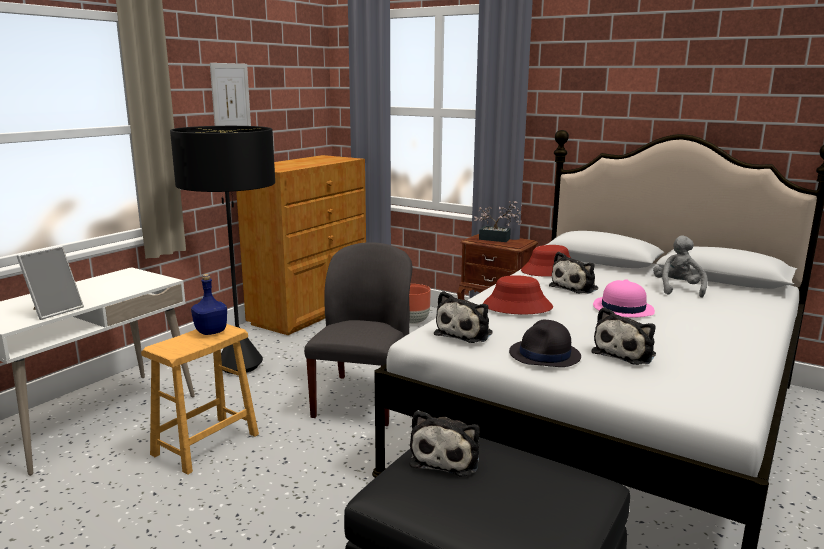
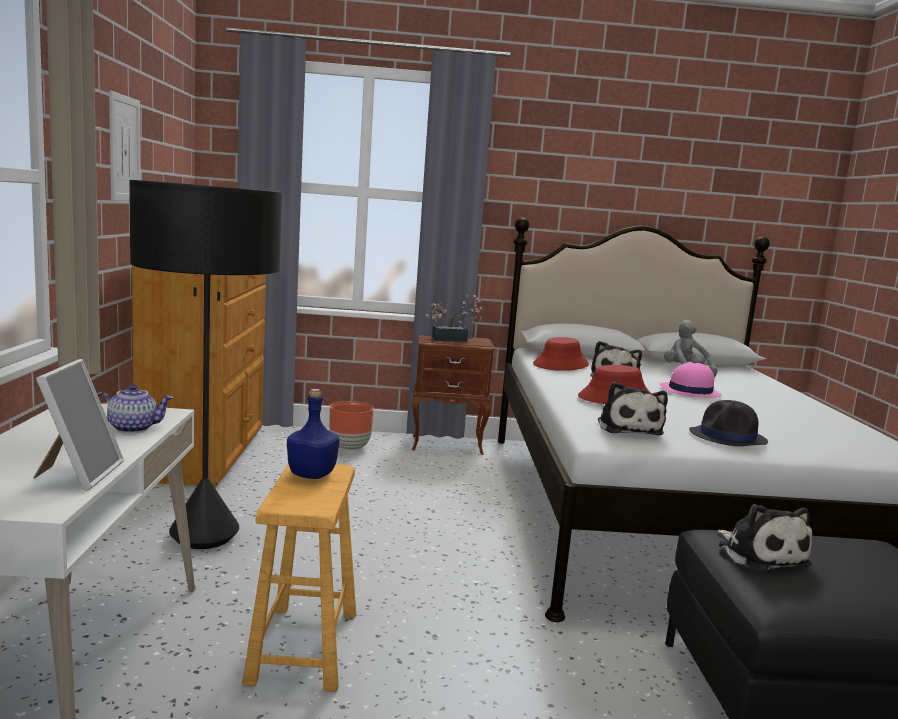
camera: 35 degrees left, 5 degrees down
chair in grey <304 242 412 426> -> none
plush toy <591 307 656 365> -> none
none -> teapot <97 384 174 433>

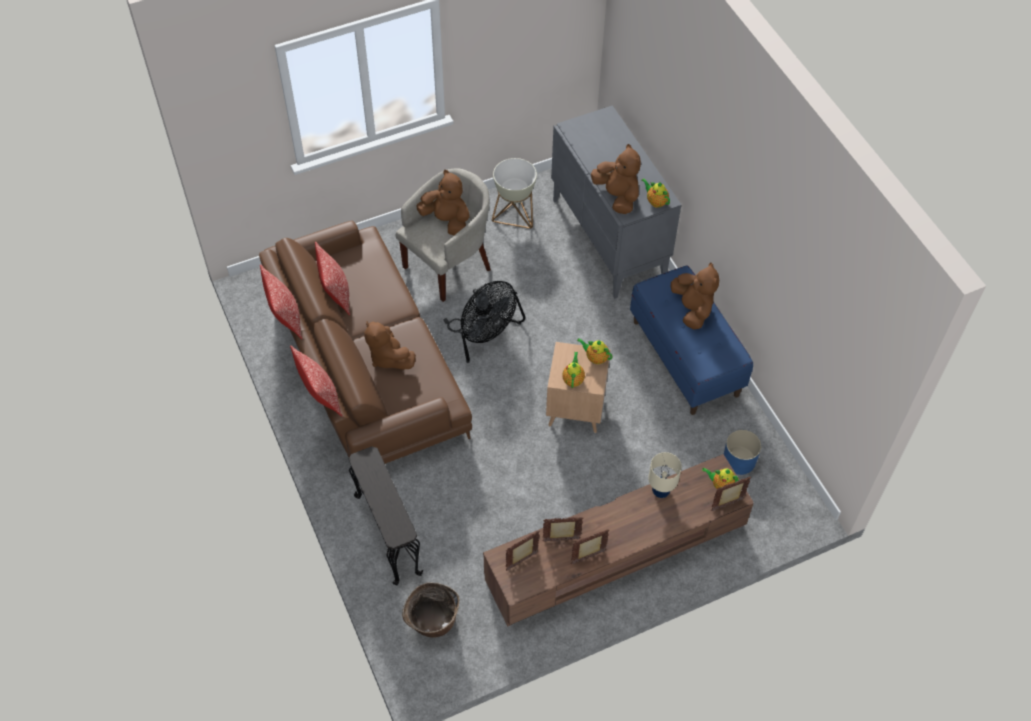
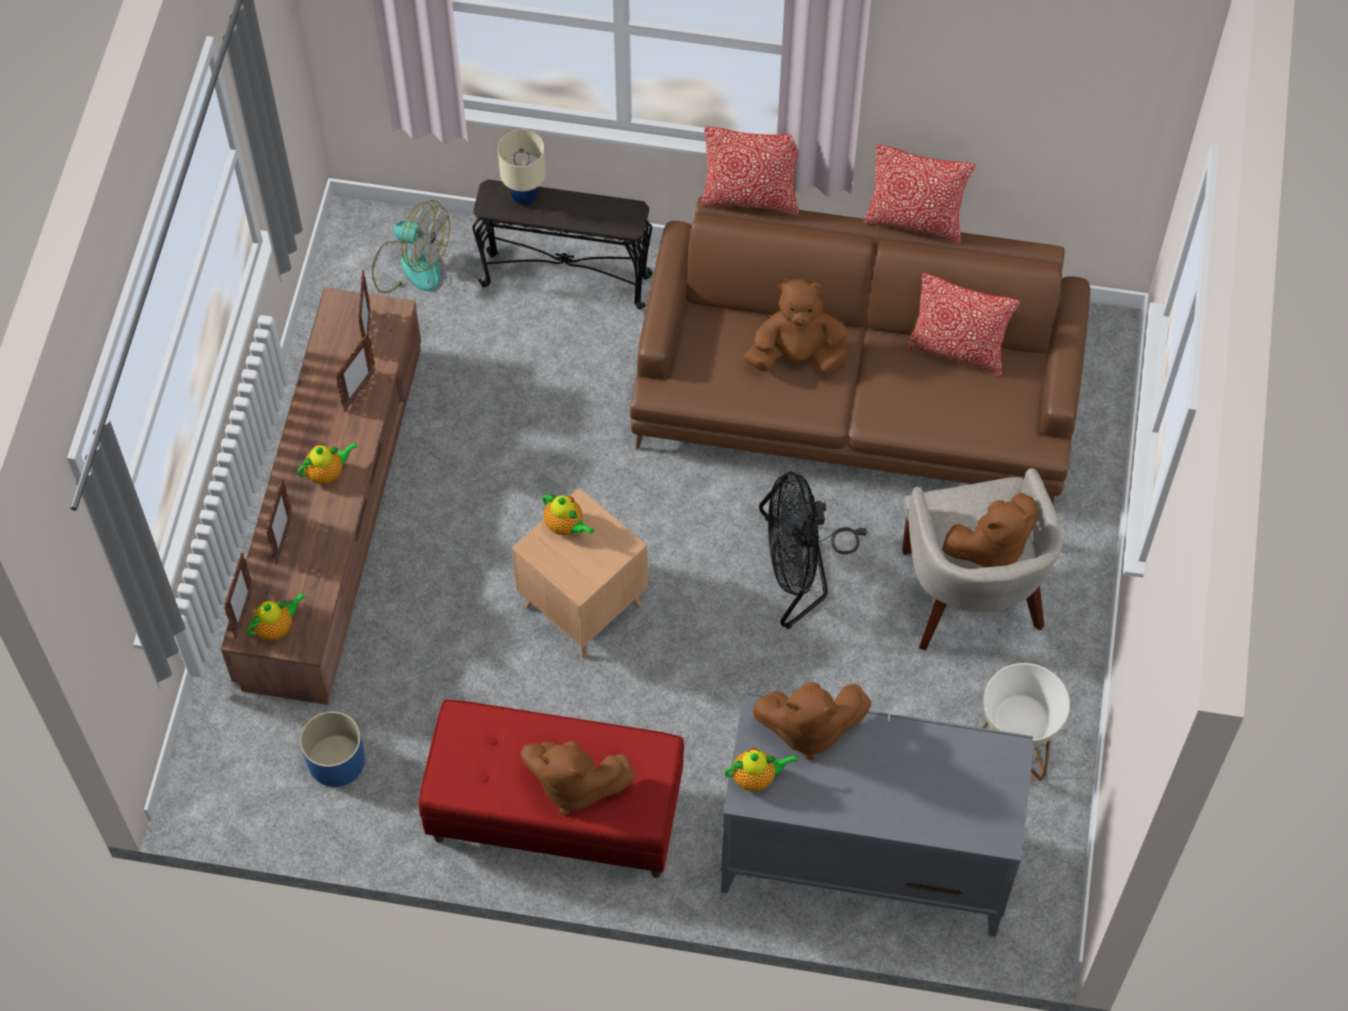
camera: 125 degrees right, 5 degrees up
bench in blue <630 265 753 415> -> bench in red <419 700 684 878>
teapot <577 338 612 364> -> teapot <297 442 358 484>, move
table lamp in beige <648 452 682 498> -> table lamp in beige <498 129 546 205>, move
picture frame <571 529 609 564> -> picture frame <266 478 293 564>, move
basket <402 582 459 638> -> fan <372 200 450 293>

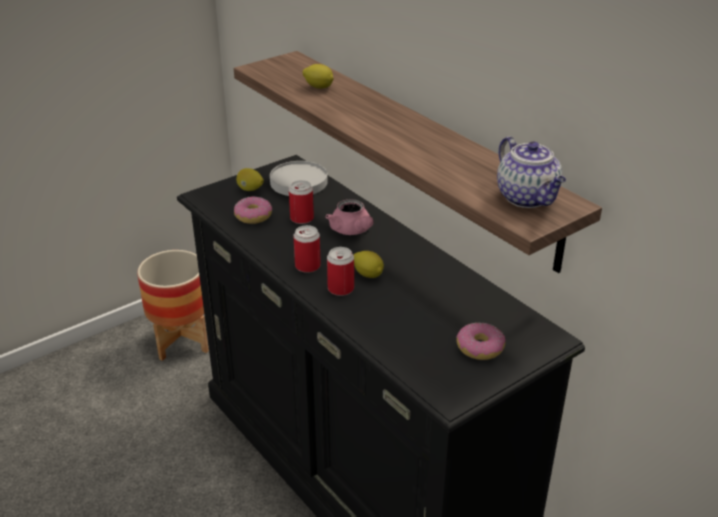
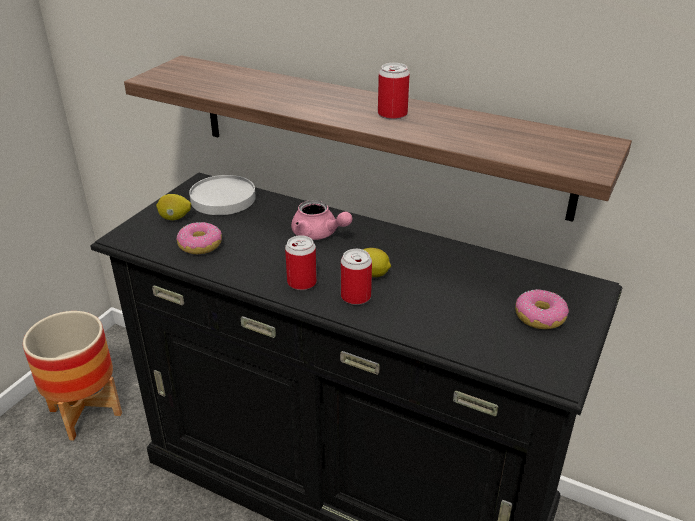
camera: 25 degrees left, 0 degrees up
lemon <303 64 334 89> -> none
teapot <497 136 566 208> -> none
can <289 180 314 224> -> can <378 63 410 120>, move

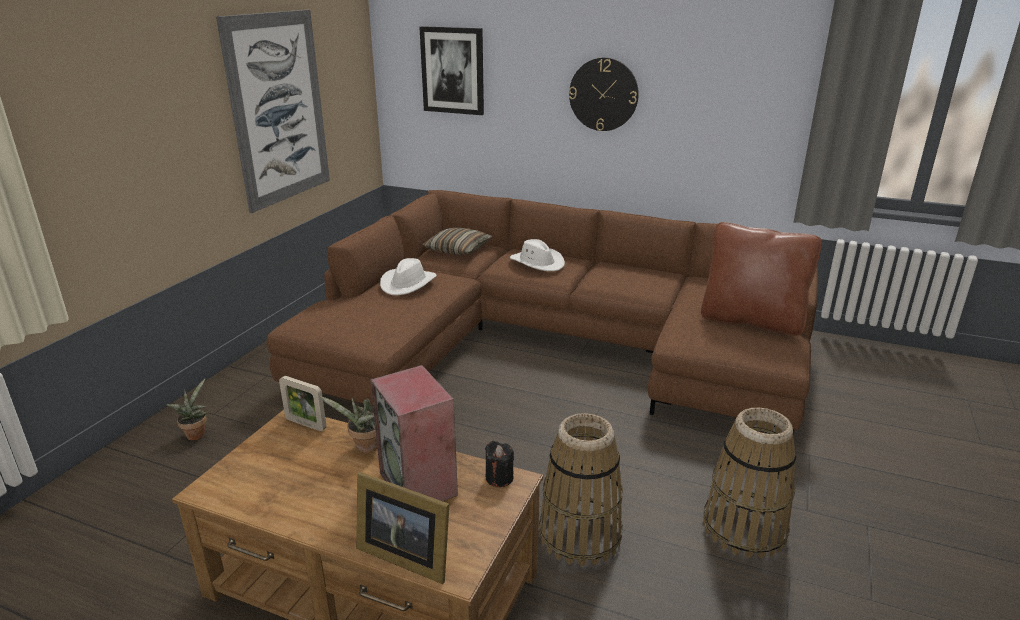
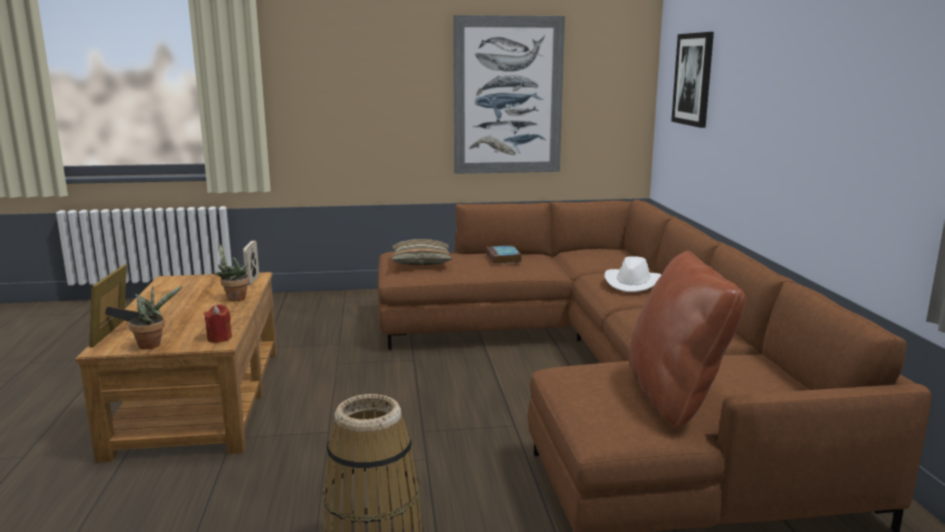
camera: 60 degrees right, 10 degrees down
wall clock <569 57 639 131> -> none
pillow <422 227 493 255> -> pillow <392 239 452 266>, move
hat in white <380 258 437 295> -> book <486 245 522 264>
speaker <370 365 458 501> -> none
potted plant <166 379 208 441> -> potted plant <129 285 183 349>, move
basket <539 413 623 566> -> none
candle in black <485 441 514 487> -> candle in red <204 304 232 343>

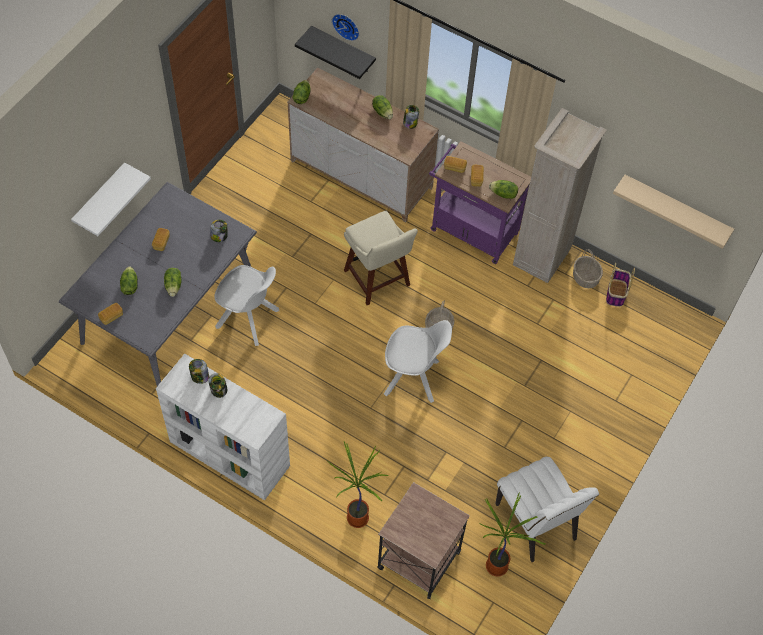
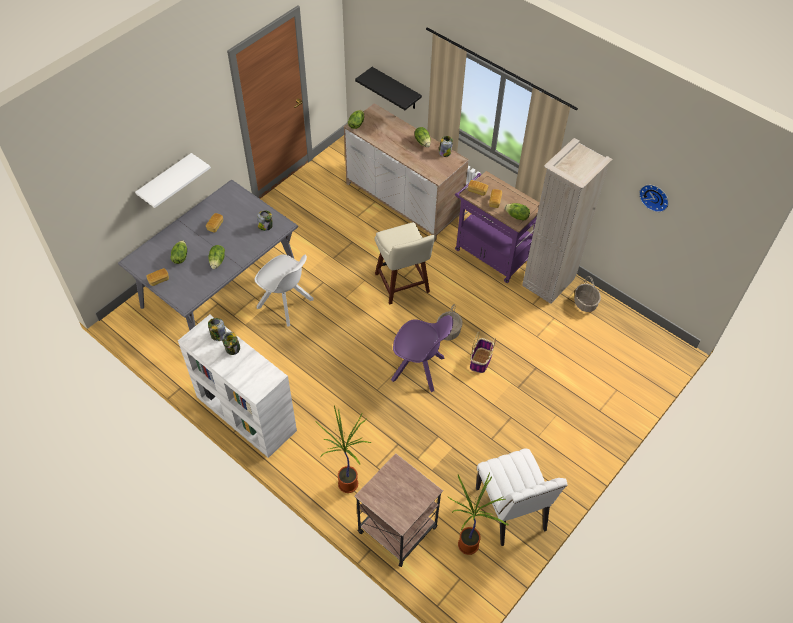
camera: 10 degrees right, 5 degrees down
wall clock <332 14 359 41> -> wall clock <639 185 669 212>, move
shelf in beige <613 175 734 249> -> none
basket <606 263 635 307> -> basket <470 332 496 373>, move
chair in white <384 320 452 403> -> chair in purple <391 315 453 392>

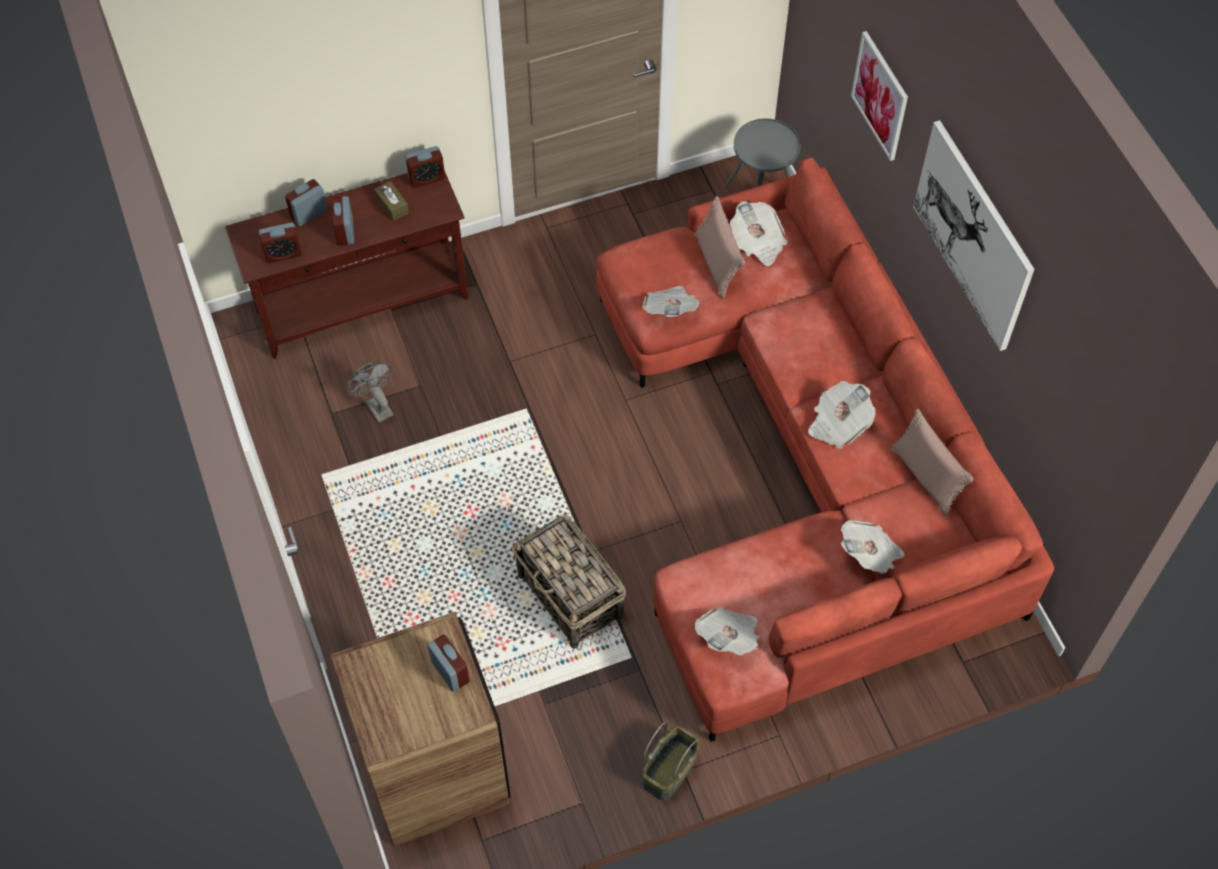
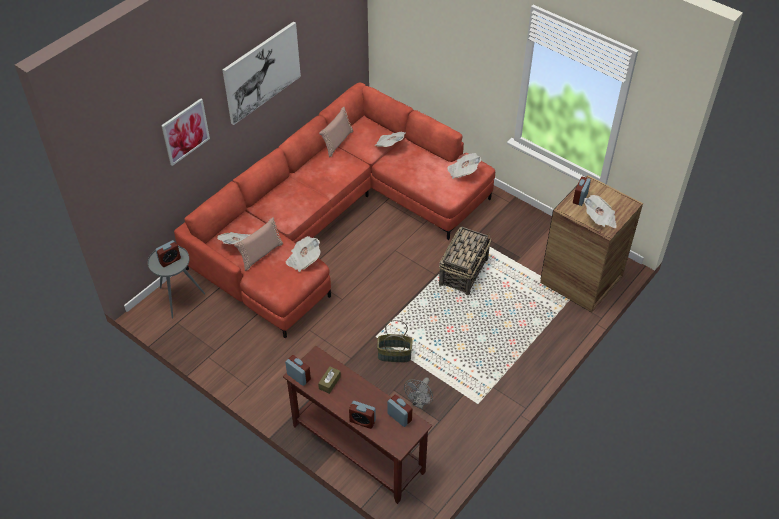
camera: 120 degrees left, 10 degrees down
alarm clock <332 196 354 245> -> alarm clock <155 240 181 267>, move
newspaper <808 381 875 449> -> newspaper <584 195 617 228>, move
basket <642 721 700 800> -> basket <377 320 412 362>, move

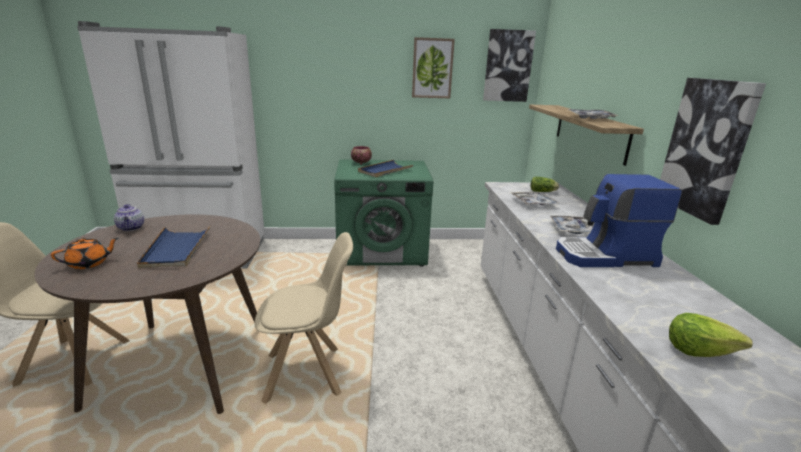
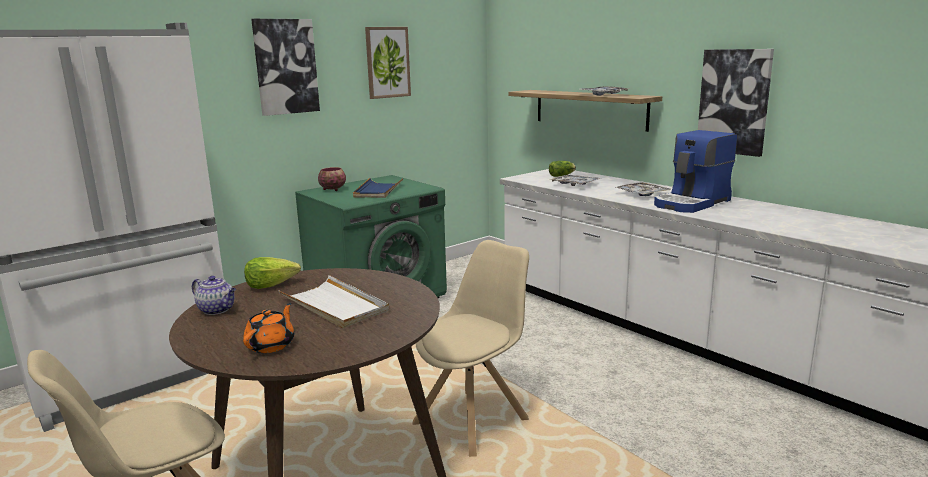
camera: 35 degrees left, 5 degrees down
picture <483 29 536 102> -> picture <251 19 320 116>, move
tray in blue <137 225 211 268> -> tray in white <279 275 389 328>
lettuce <669 313 753 357> -> lettuce <244 257 301 289>, move

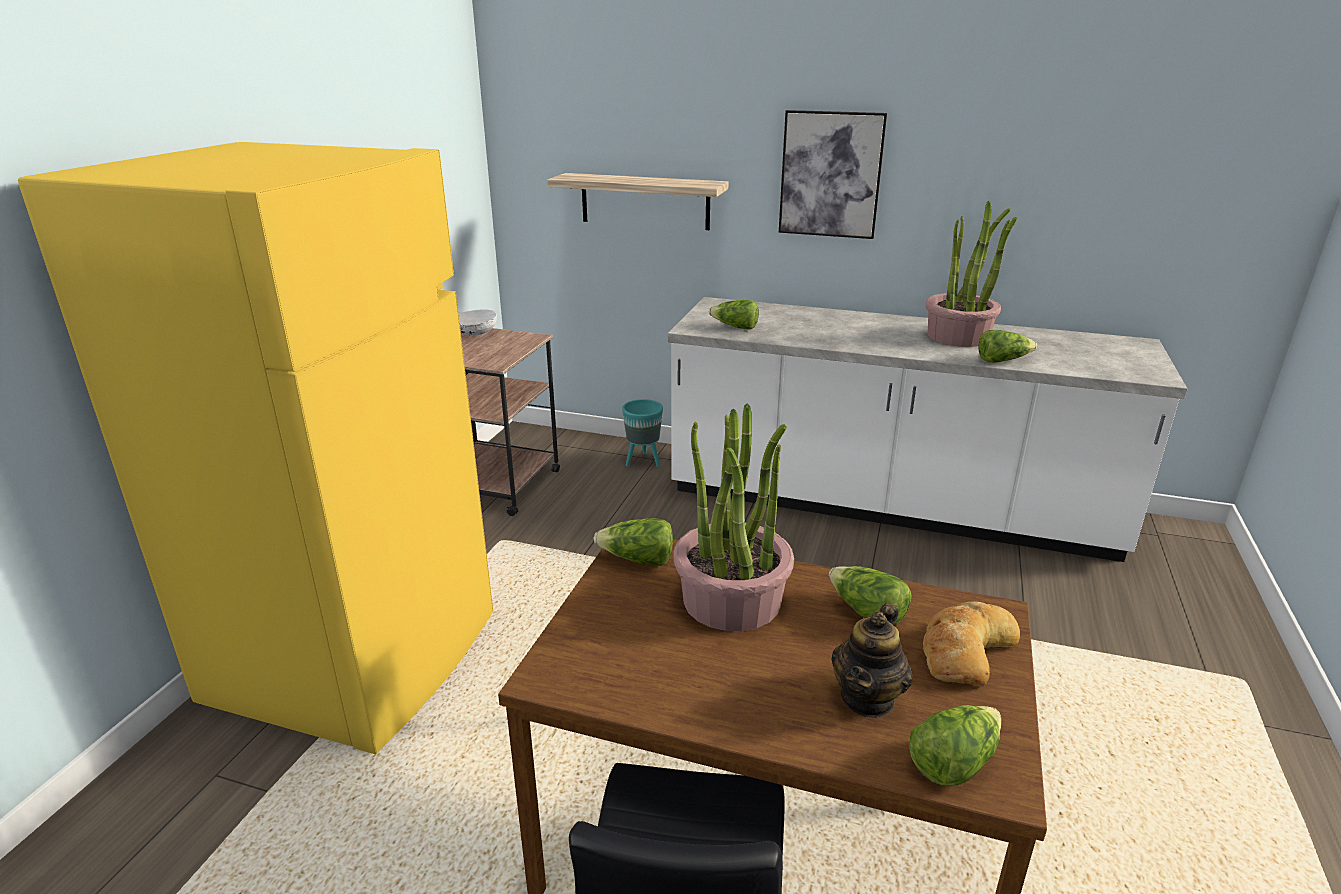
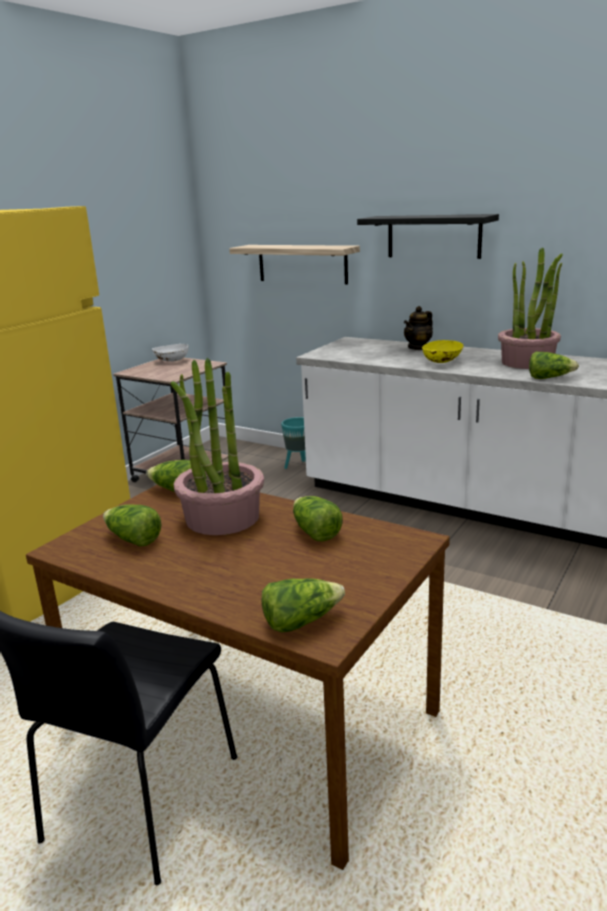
camera: 15 degrees right, 5 degrees down
picture <779 110 887 239> -> shelf in black <357 214 499 259>
lettuce <709 300 759 330> -> lettuce <103 504 162 547>, move
bread <923 602 1020 686> -> none
teapot <831 603 913 718> -> teapot <404 306 433 350>, move
none -> bowl in yellow <422 340 464 363>

